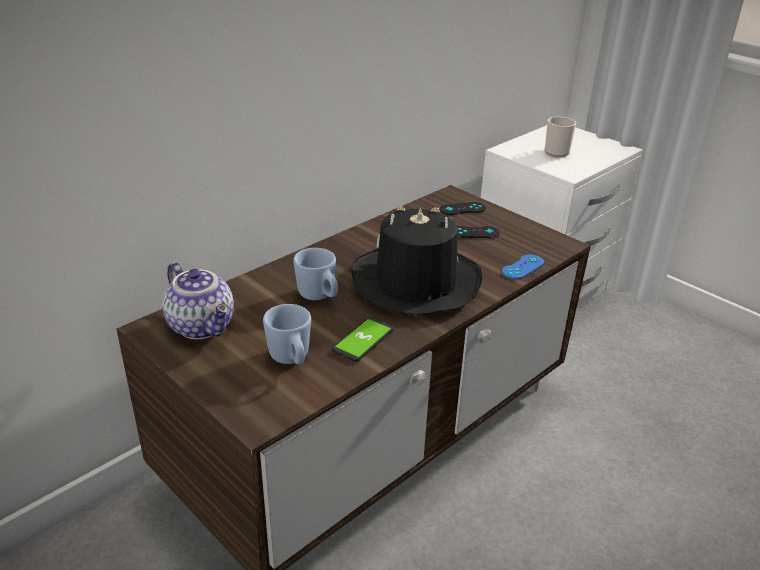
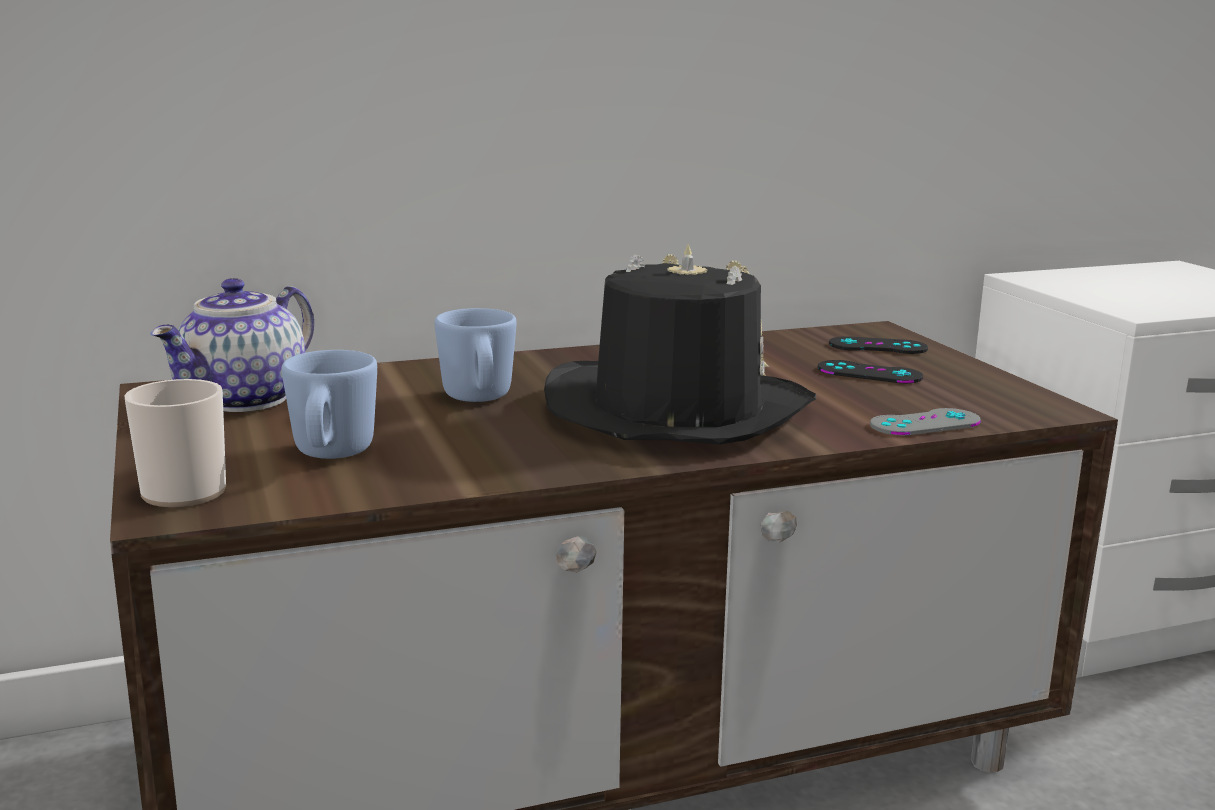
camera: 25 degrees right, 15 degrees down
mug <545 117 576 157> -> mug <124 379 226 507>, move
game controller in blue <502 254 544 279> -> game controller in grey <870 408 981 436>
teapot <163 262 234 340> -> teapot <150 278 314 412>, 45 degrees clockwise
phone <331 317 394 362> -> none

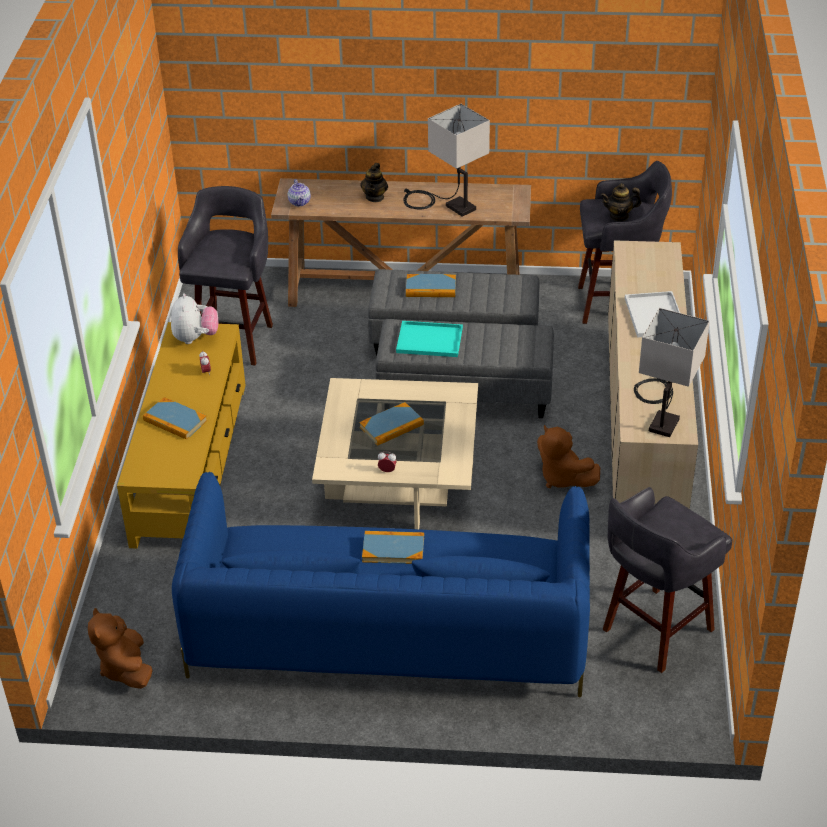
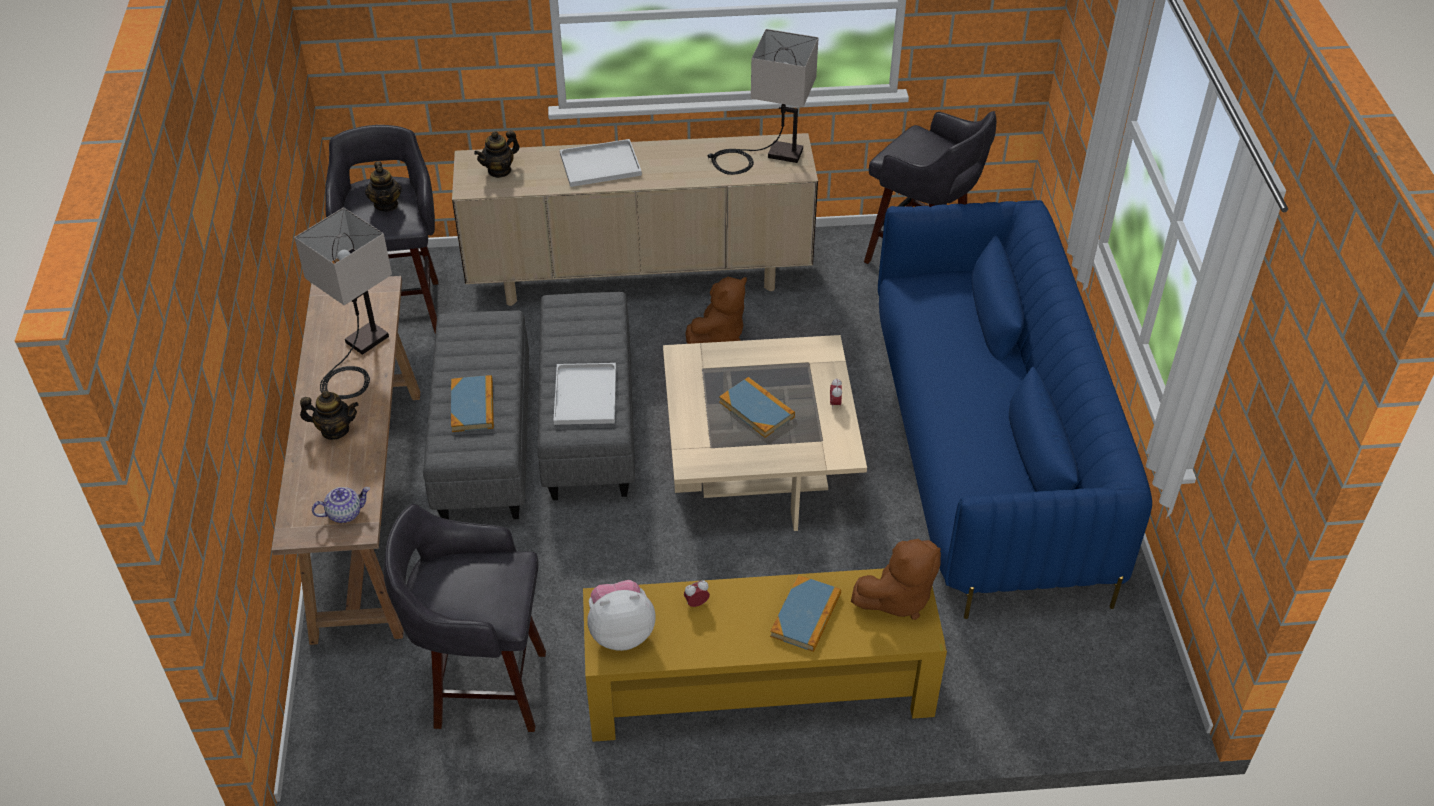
camera: 100 degrees left, 5 degrees up
tray in turquoise <396 321 463 357> -> tray in white <553 363 616 425>
book <362 531 424 564> -> none
plush toy in brown <88 608 153 689> -> plush toy in brown <851 539 941 620>, move
none -> teapot <474 130 519 178>

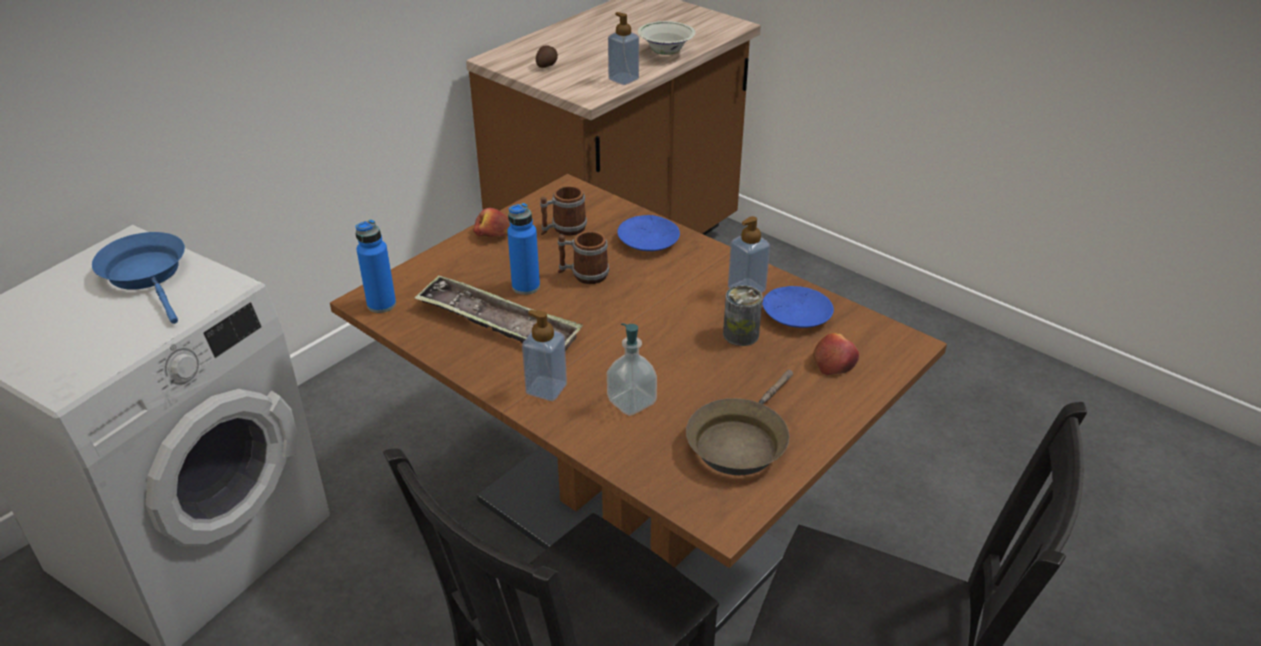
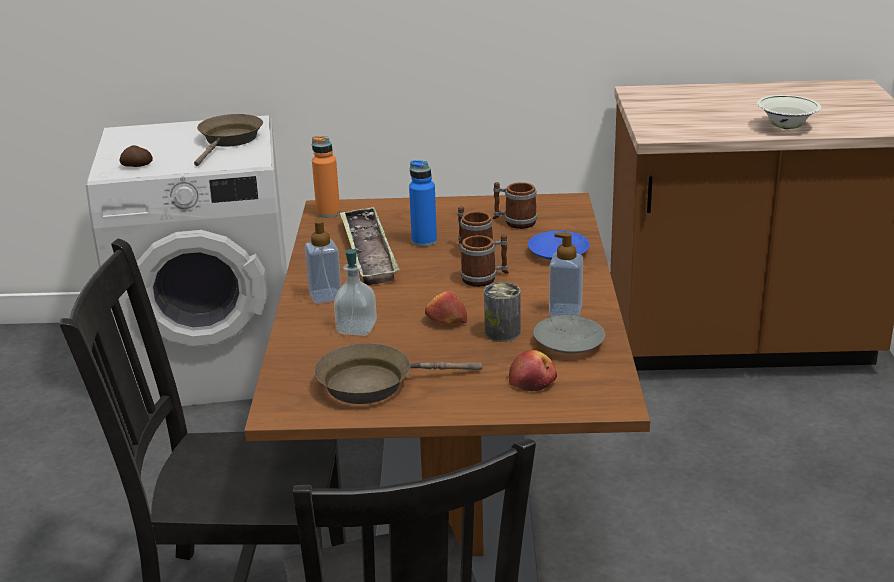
camera: 50 degrees right, 10 degrees down
soap dispenser <608 12 639 85> -> none
potato <536 46 558 68> -> potato <119 145 153 167>, move
apple <473 208 510 237> -> apple <425 291 467 324>, move
bottle in blue <355 219 396 313> -> bottle in orange <312 136 340 218>
frying pan in blue <92 232 185 324> -> frying pan in brown <194 114 263 166>
plate in blue <762 286 834 328> -> plate in grey <533 315 605 354>
none -> mug <460 234 509 287>

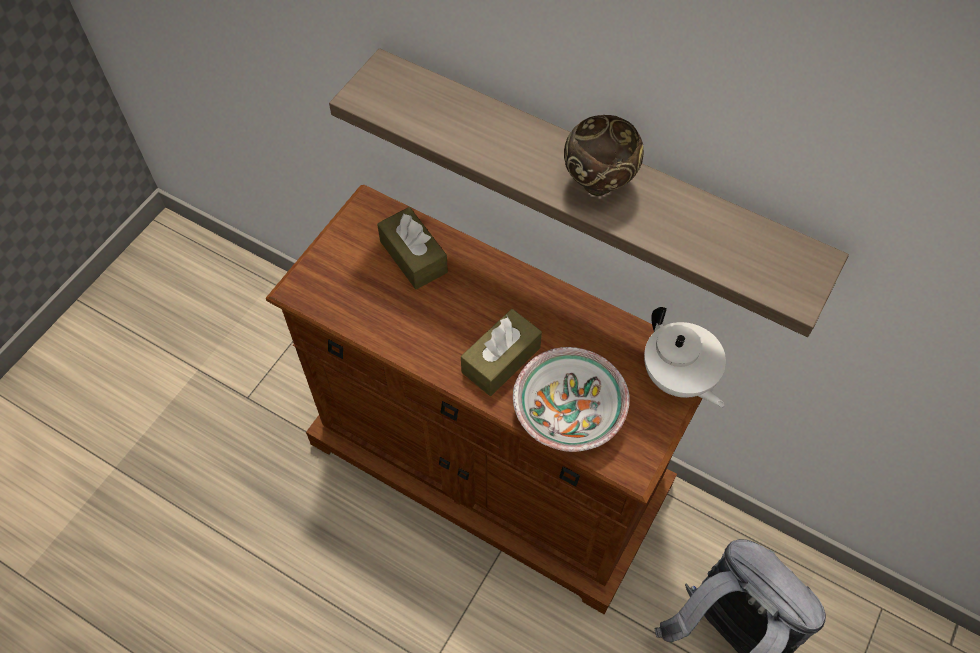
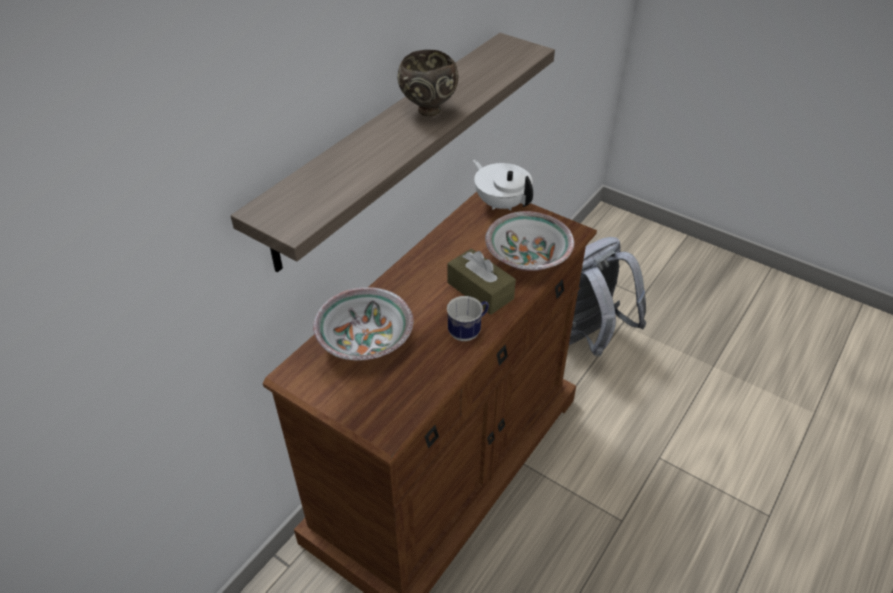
camera: 85 degrees left, 15 degrees down
tissue box in brown <377 207 448 290> -> bowl <313 287 413 360>
teapot in white <644 307 726 407> -> teapot in white <473 160 533 211>, 105 degrees counterclockwise
none -> mug <447 296 489 341>

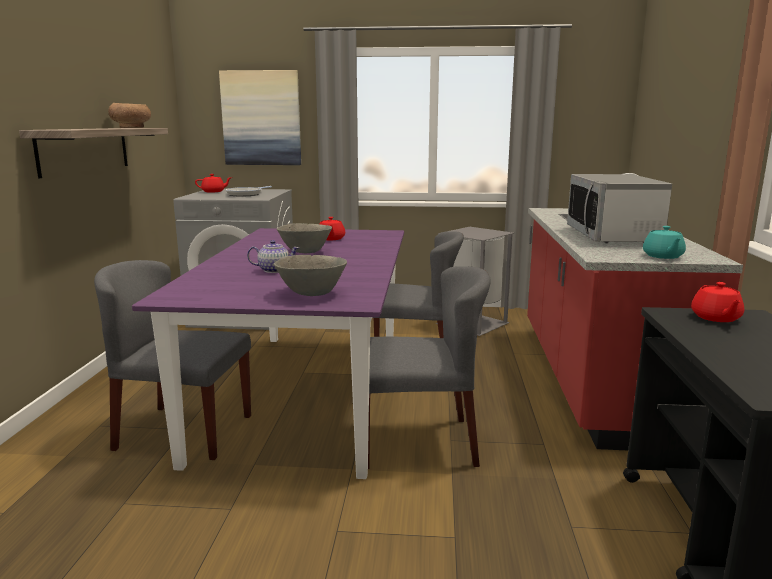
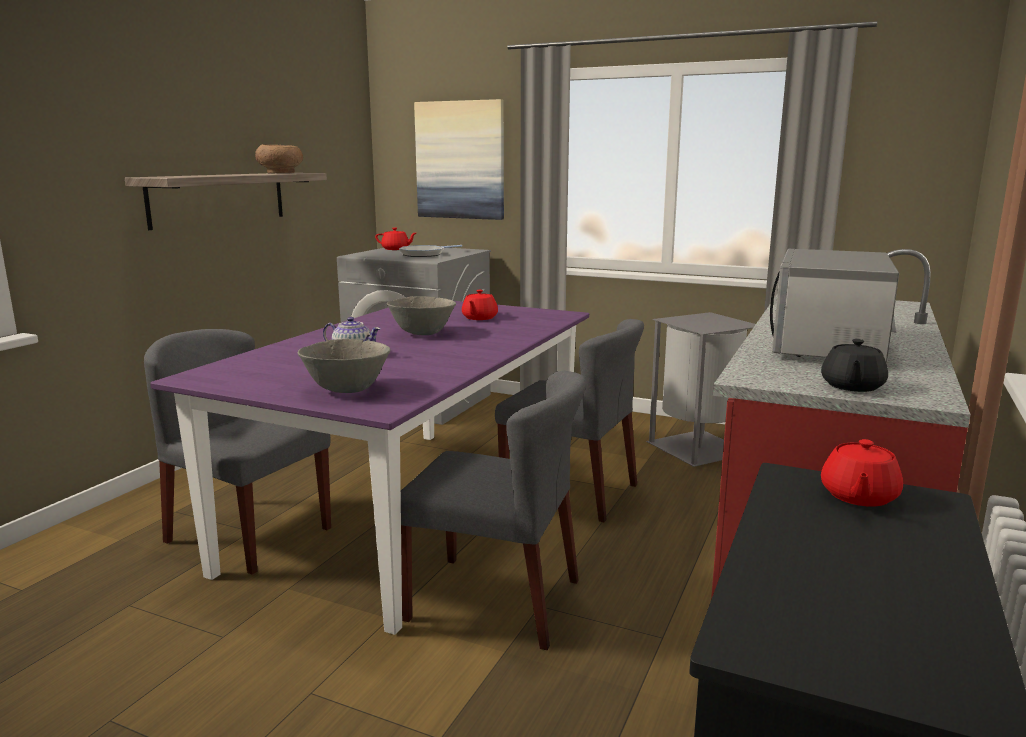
camera: 20 degrees right, 0 degrees up
teapot in turquoise <643 226 686 259> -> teapot in black <821 339 888 392>

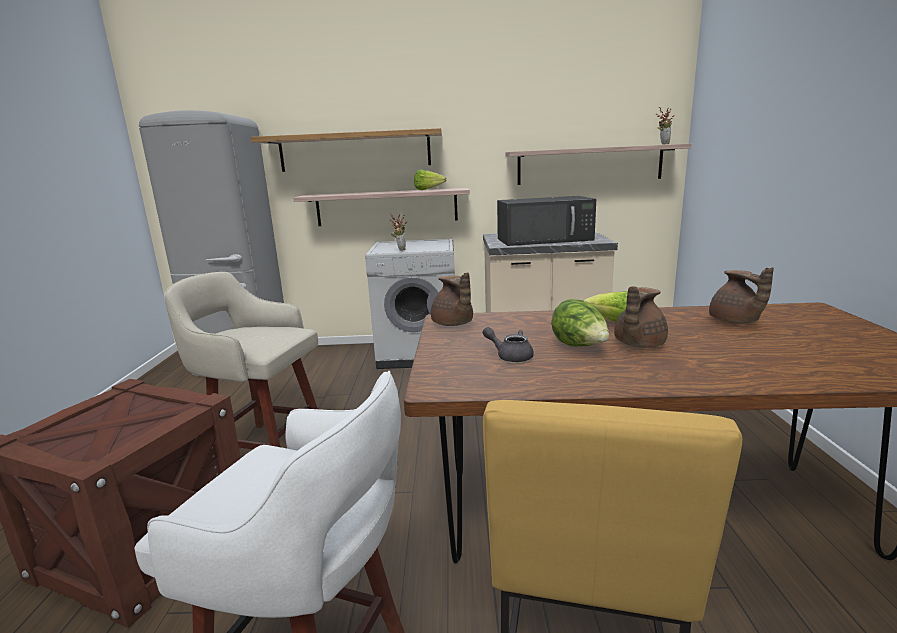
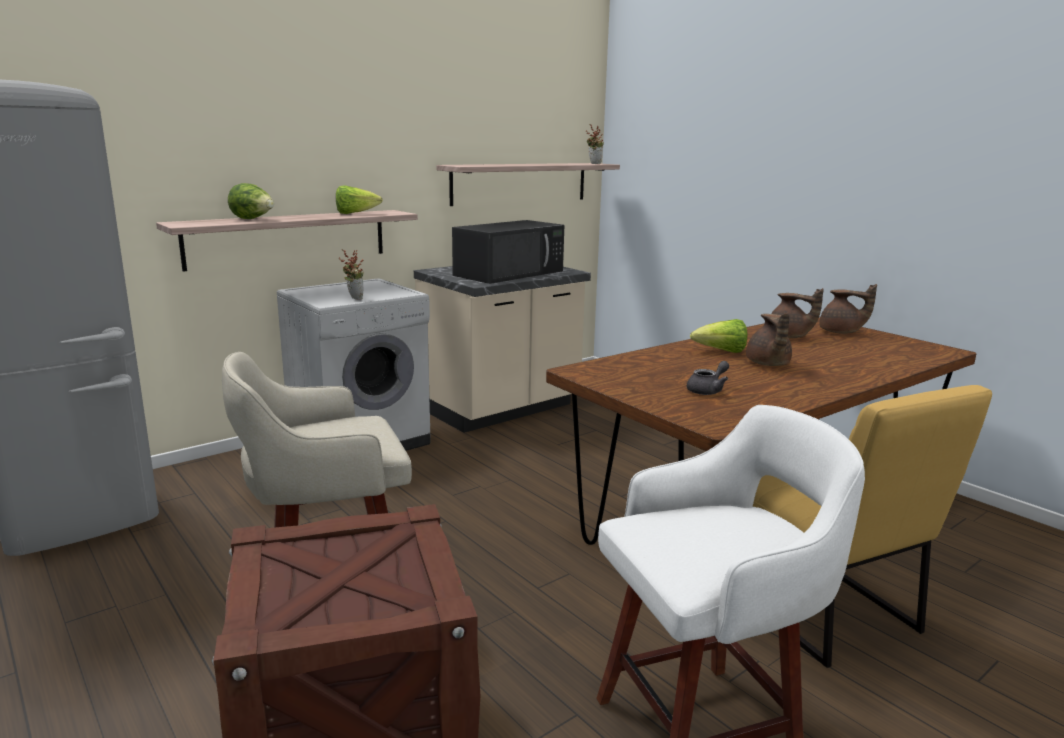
camera: 40 degrees left, 0 degrees up
shelf <251 128 442 172> -> none
teapot in brown <431 272 473 326> -> teapot in brown <819 284 877 334>, move
lettuce <551 299 609 347> -> lettuce <228 183 274 219>, move
teapot in grey <482 327 534 362> -> teapot in grey <687 361 729 395>, 150 degrees clockwise

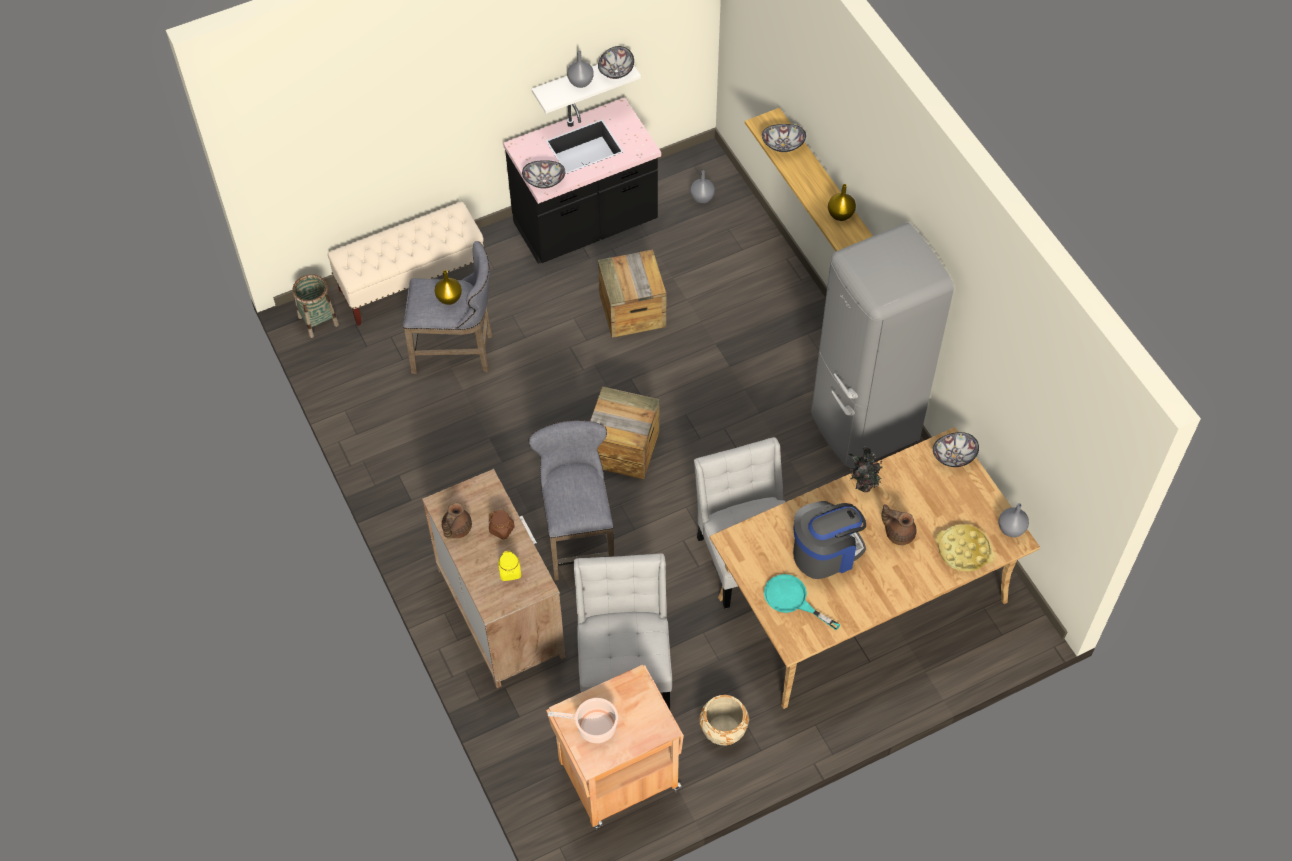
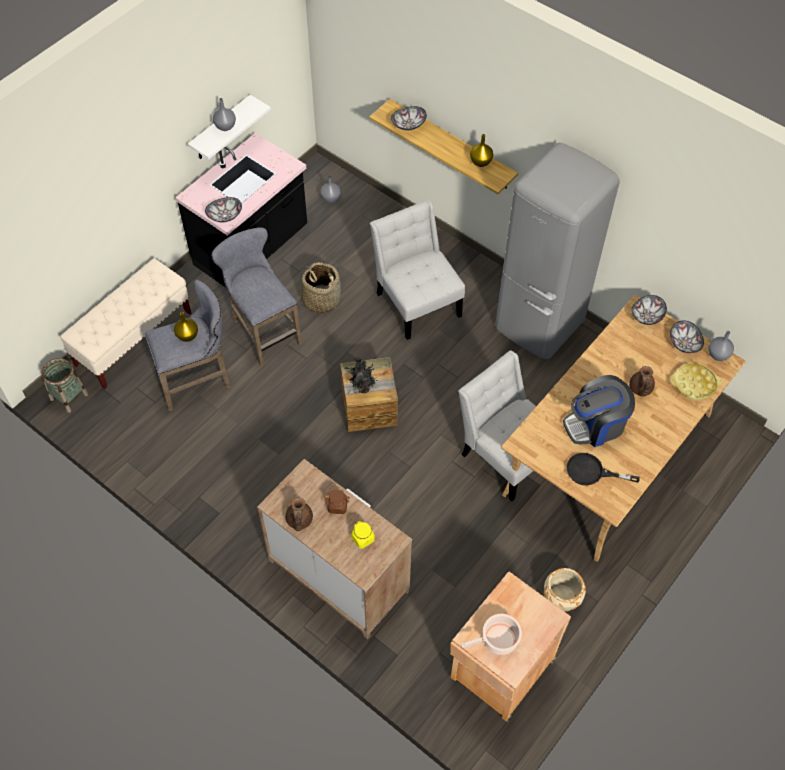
camera: 25 degrees left, 0 degrees up
bowl <598 46 634 79> -> bowl <670 320 704 353>, move
crate <598 250 666 338> -> basket <301 262 341 313>
stool in grey <529 420 614 581> -> stool in grey <211 227 302 366>, move
potted plant <849 446 882 492> -> potted plant <344 357 377 393>, move
coffee machine <793 501 866 579> -> coffee machine <563 375 635 447>, 150 degrees counterclockwise
teapot in brown <881 504 916 545> -> teapot in brown <629 366 655 397>, 90 degrees counterclockwise
chair in white <574 553 672 709> -> chair in white <370 200 465 340>, move
frying pan in turquoise <764 574 841 630> -> frying pan in black <567 453 640 485>

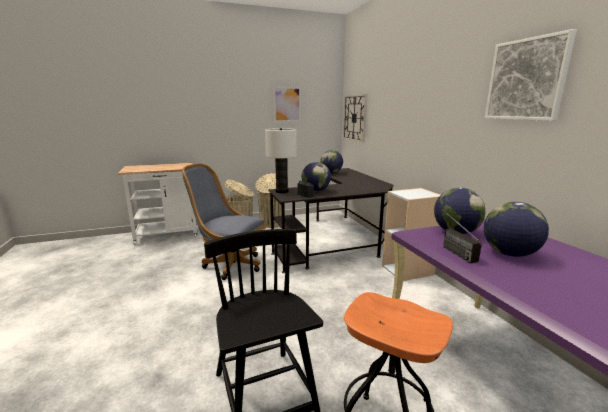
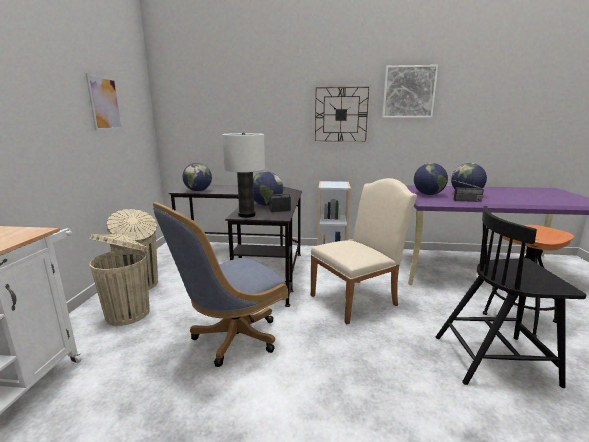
camera: 65 degrees left, 0 degrees up
wall clock <343 94 367 143> -> wall clock <313 85 371 144>, move
none -> chair in beige <310 178 417 324>

